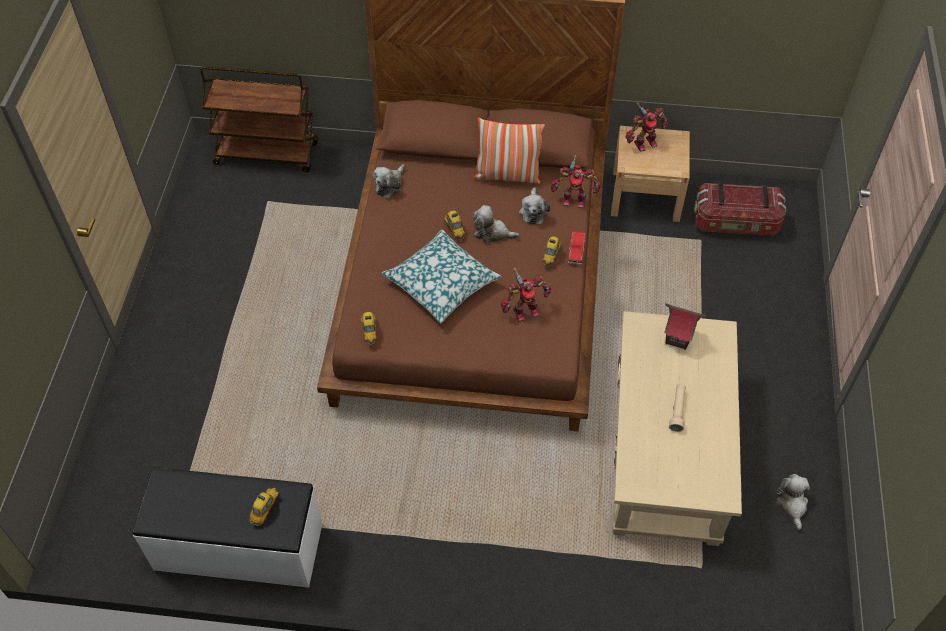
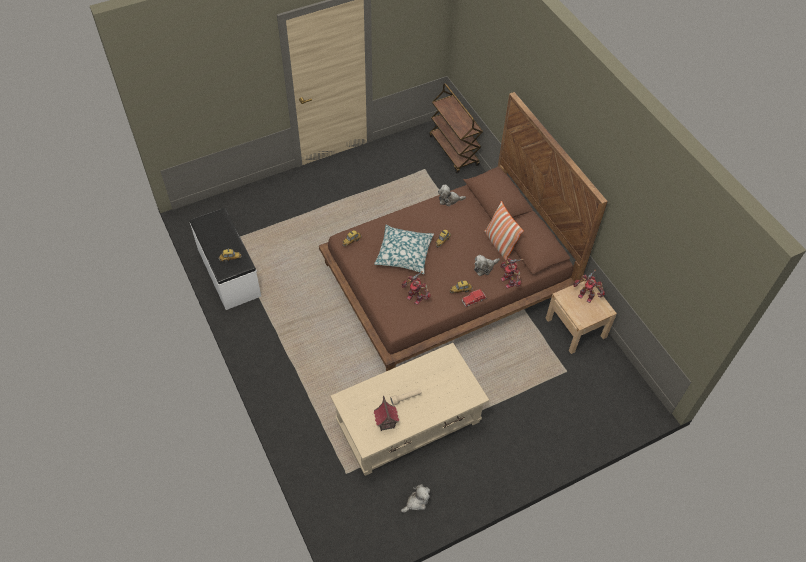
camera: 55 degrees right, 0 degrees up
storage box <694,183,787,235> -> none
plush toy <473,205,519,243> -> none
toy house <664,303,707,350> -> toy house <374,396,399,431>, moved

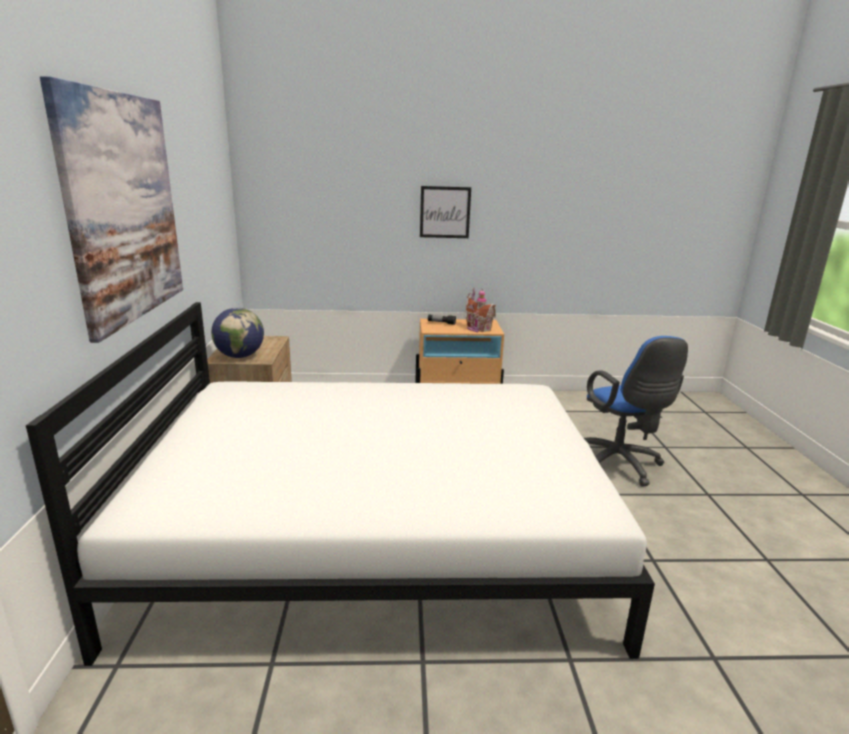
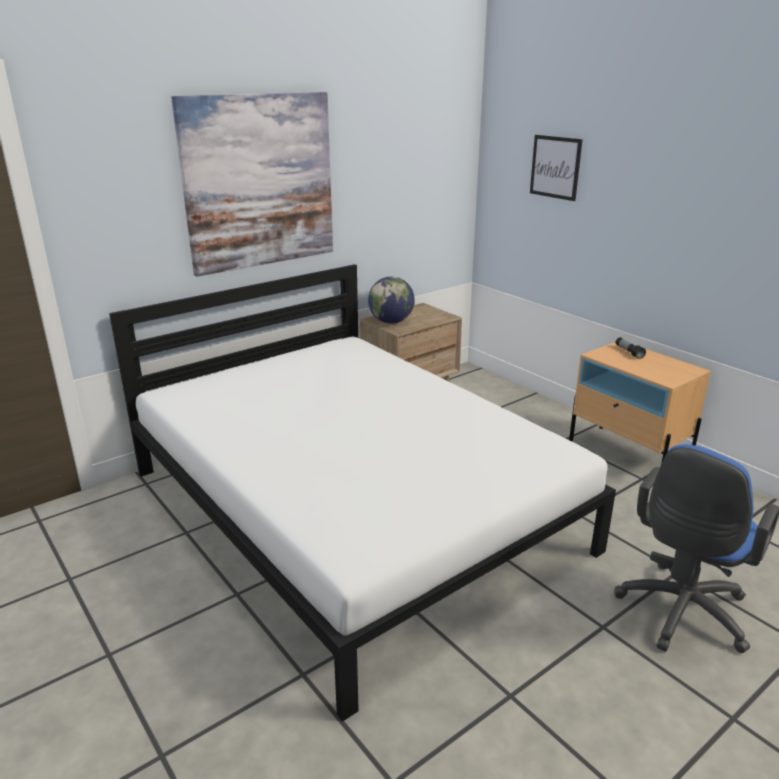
camera: 55 degrees right, 5 degrees up
picture <420,186,471,238> -> picture <530,135,583,201>, moved
toy house <465,288,496,332> -> none

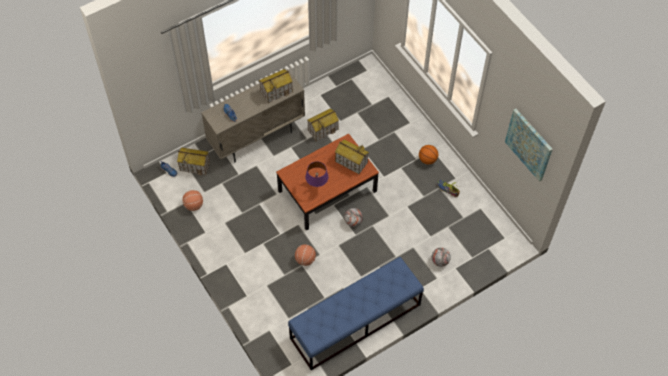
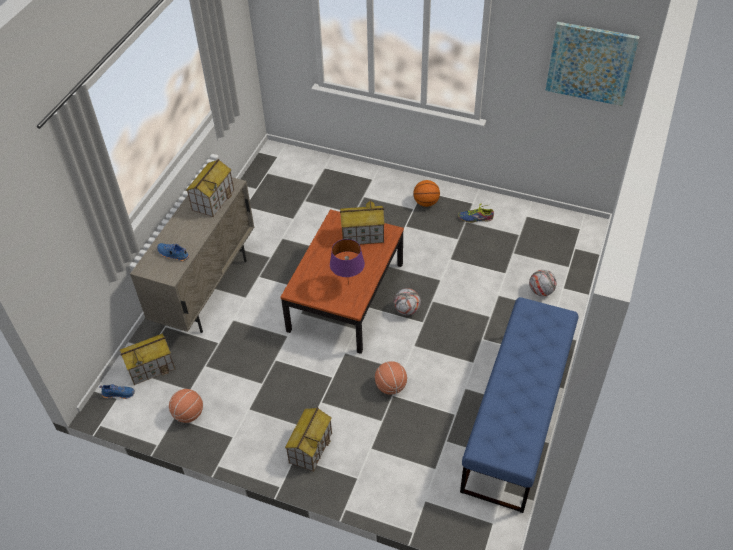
camera: 35 degrees left, 10 degrees down
toy house <307,109,339,141> -> toy house <285,407,332,472>, moved

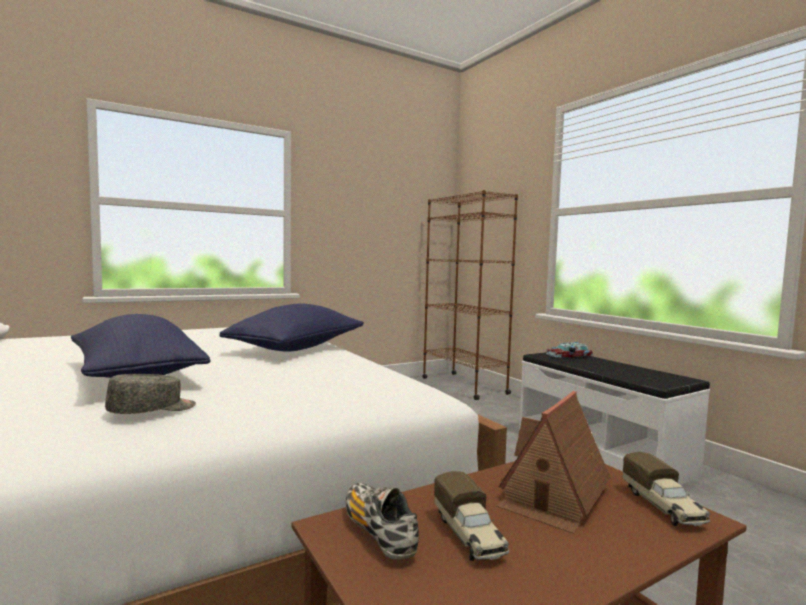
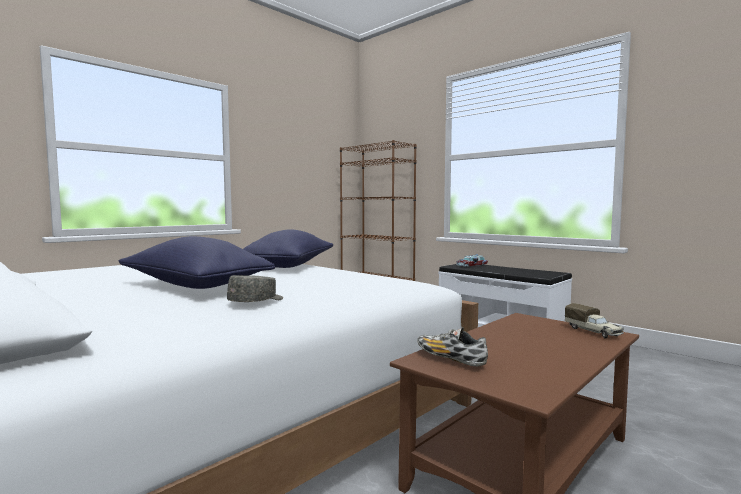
camera: 15 degrees left, 0 degrees up
toy house <496,391,611,534> -> none
toy truck <434,471,509,561> -> none

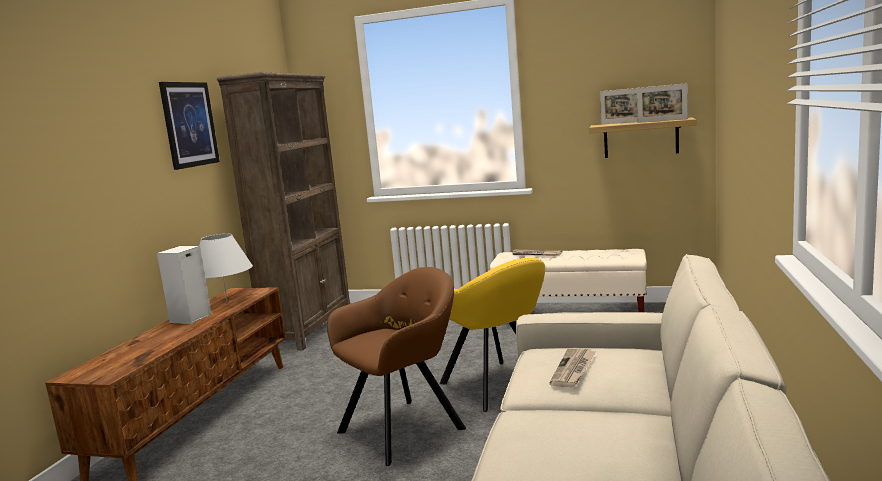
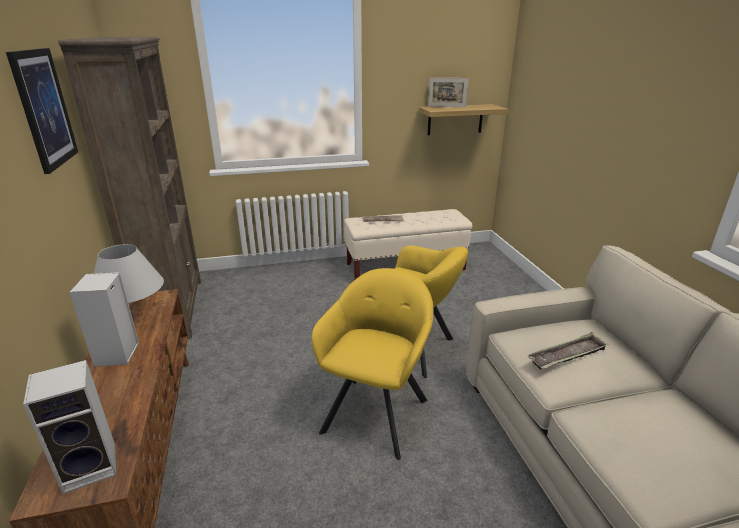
camera: 30 degrees left, 15 degrees up
picture frame <636,83,688,123> -> none
armchair/brown <327,267,466,466> -> armchair/yellow <312,268,434,460>
newspaper <549,348,596,387> -> tray <527,332,609,370>
none -> speaker <23,360,117,494>

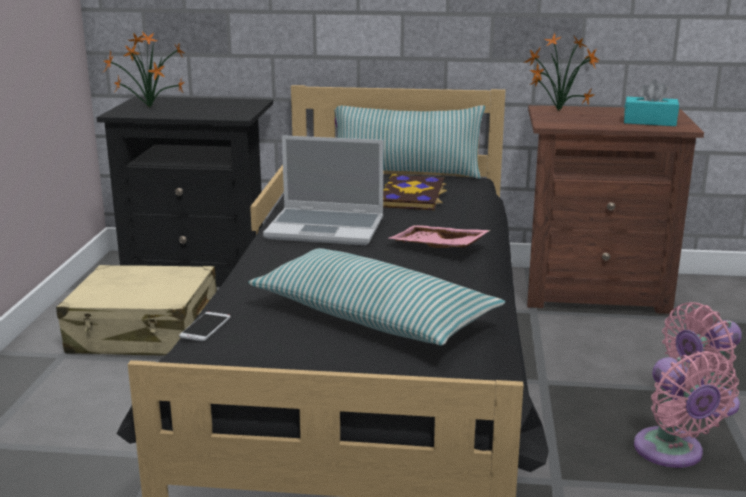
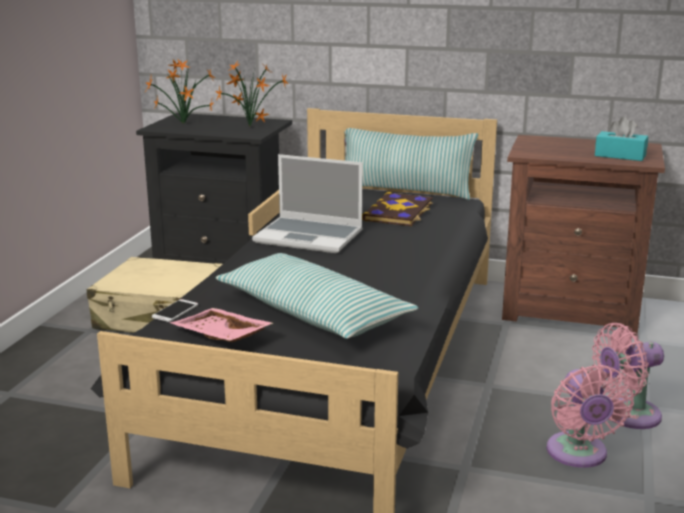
camera: 10 degrees right, 0 degrees up
potted plant <523,33,599,111> -> potted plant <216,60,289,127>, moved
tray/pink <389,225,491,248> -> tray/pink <170,308,273,342>, moved

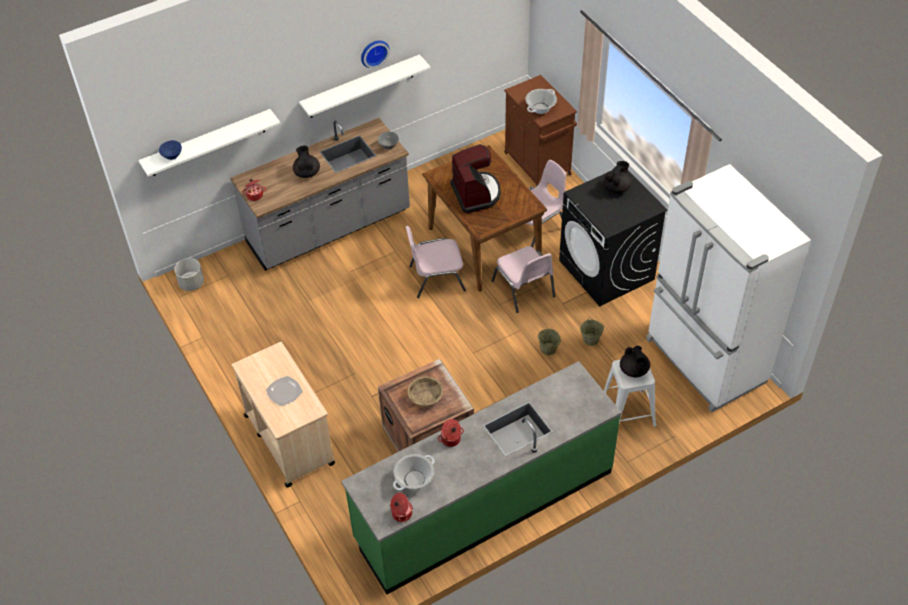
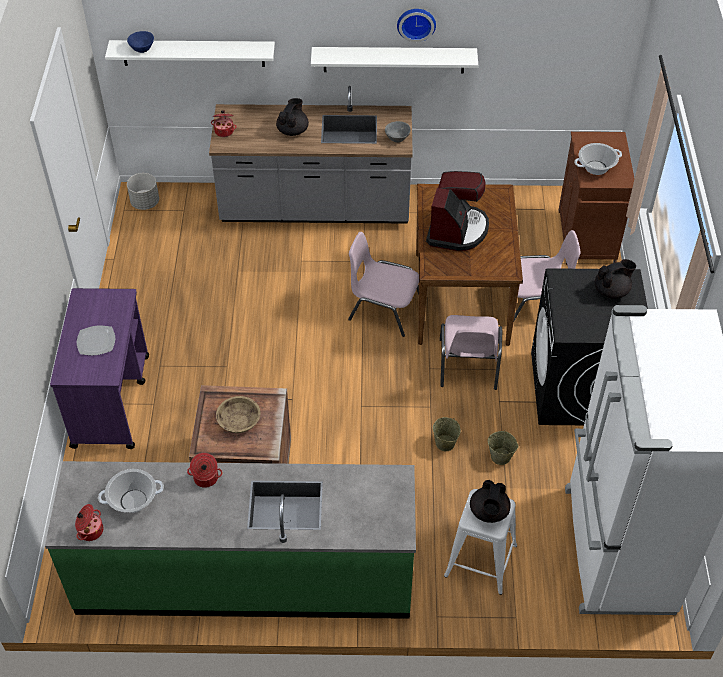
camera: 30 degrees right, 0 degrees up
cart/beige <232,342,335,487> -> cart/purple <50,288,149,449>

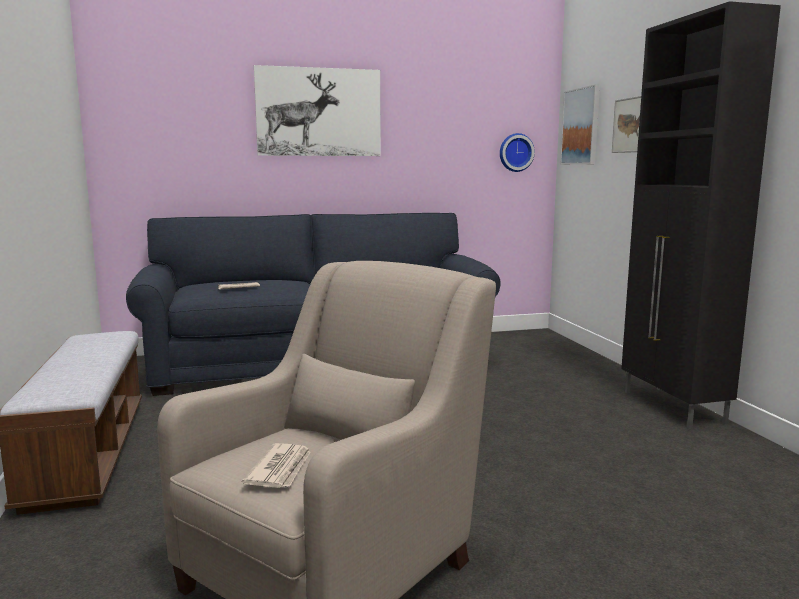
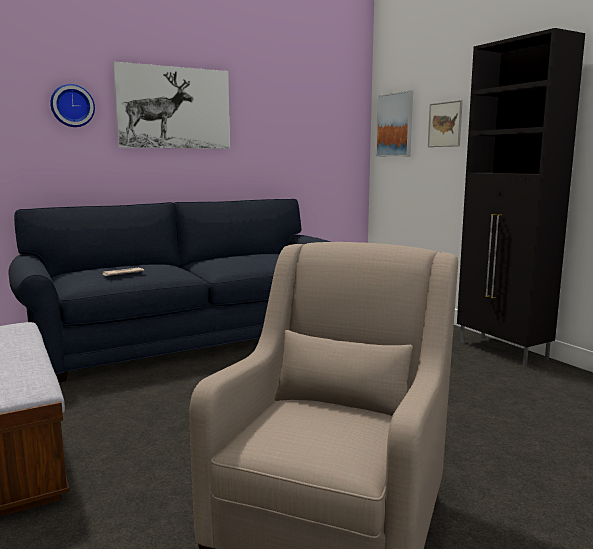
camera: 15 degrees left, 0 degrees up
wall clock <500,133,535,172> -> wall clock <50,84,95,127>, moved
newspaper <242,443,311,488> -> none

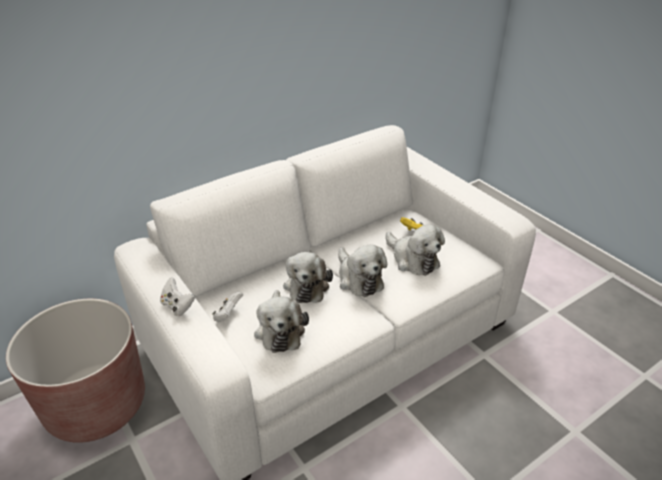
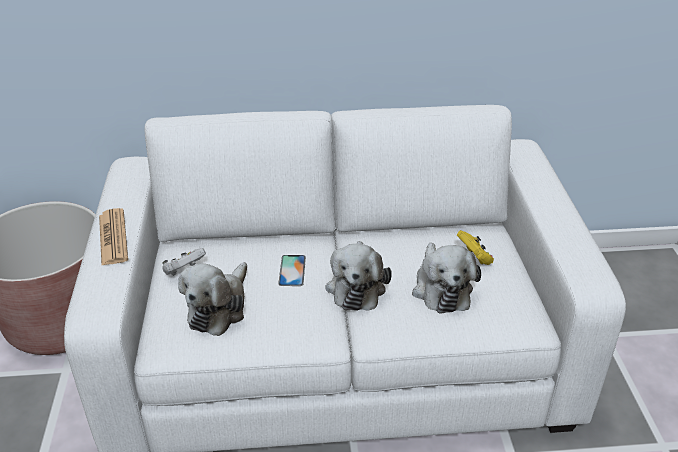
camera: 30 degrees right, 0 degrees up
plush toy <283,250,333,303> -> phone <278,255,306,286>
game controller/white <160,277,195,316> -> newspaper <99,208,128,266>

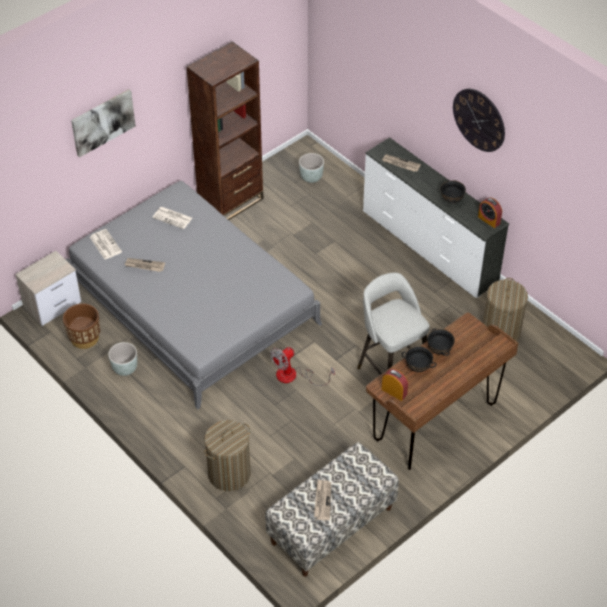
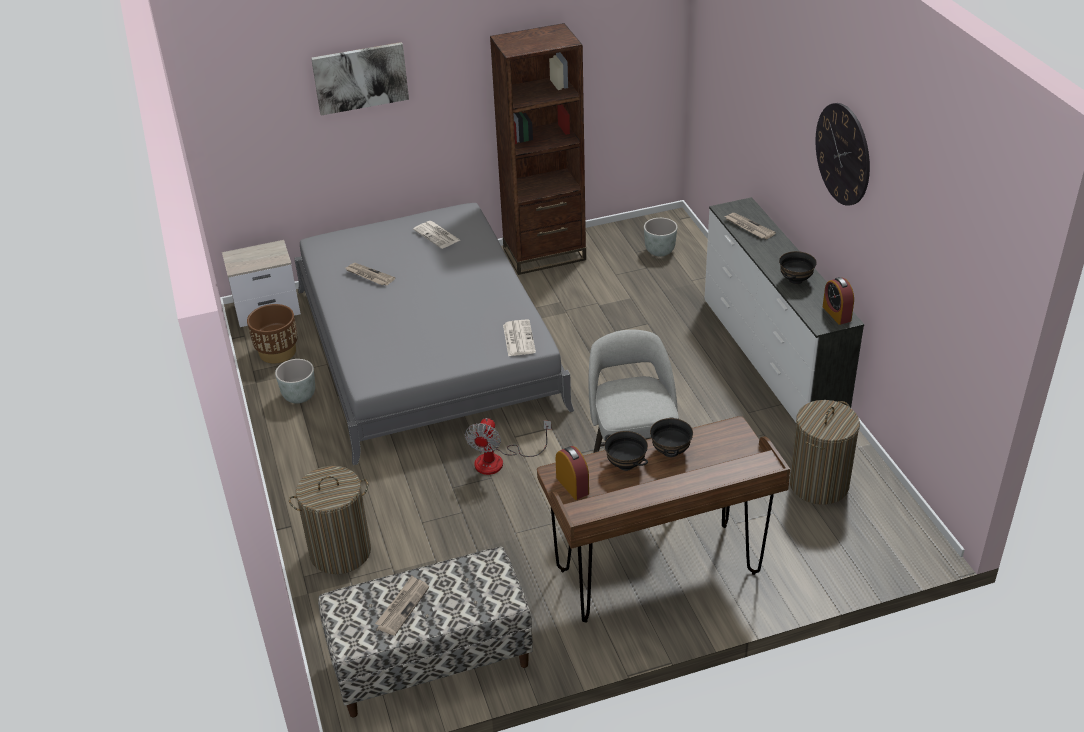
camera: 25 degrees right, 10 degrees down
newspaper <90,229,122,259> -> newspaper <503,319,536,356>, moved
fan <270,347,335,386> -> fan <465,418,551,475>, 60 degrees counterclockwise

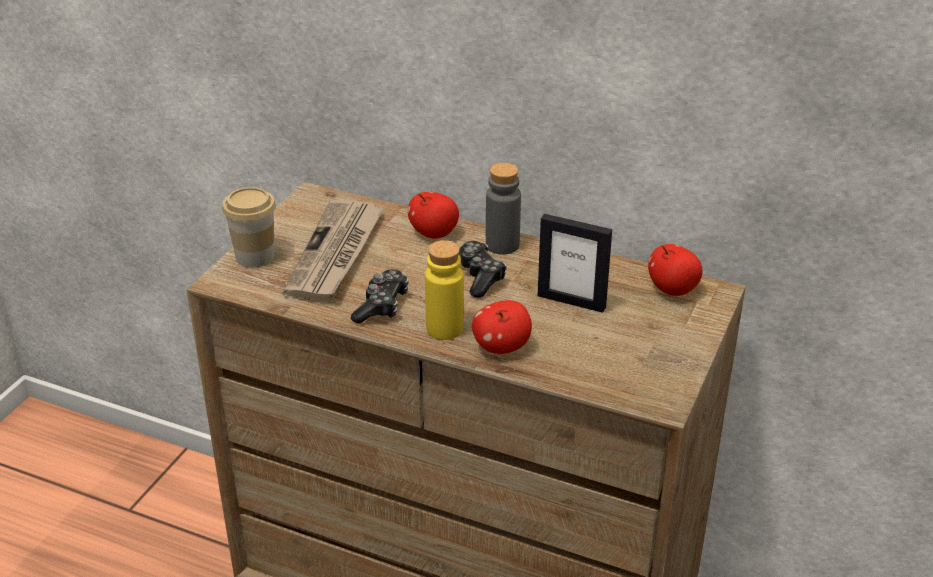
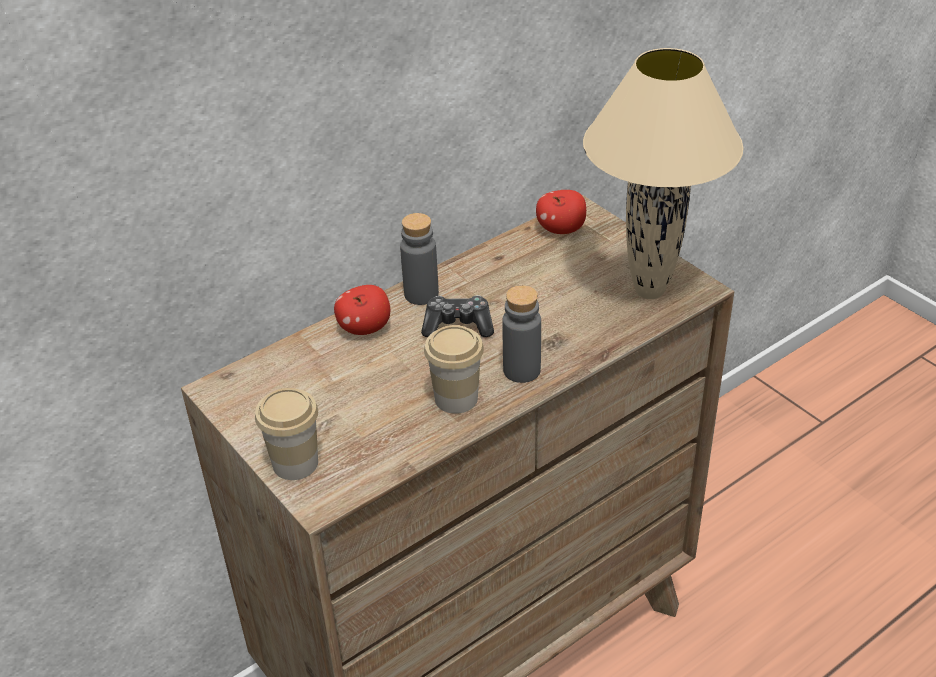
camera: 60 degrees left, 5 degrees up
newspaper <283,200,384,301> -> none
picture frame <538,214,612,313> -> none
bottle/yellow <425,240,464,340> -> bottle/grey <502,285,541,383>
game controller <351,269,409,324> -> cup <424,325,484,414>
apple <472,300,532,354> -> none
none -> table lamp/beige <583,48,744,299>

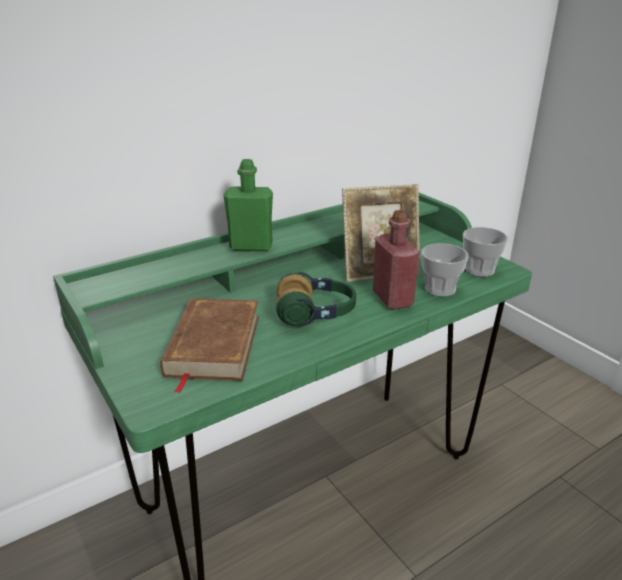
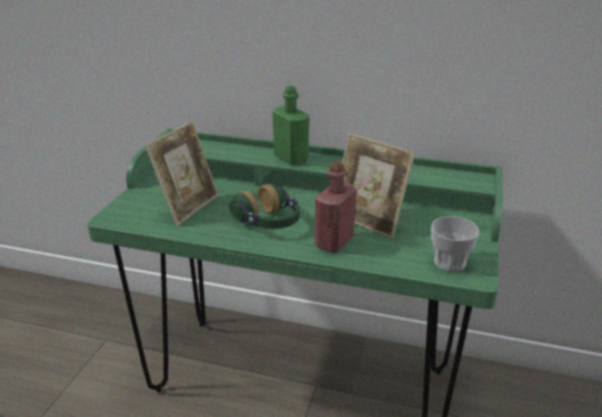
camera: 50 degrees right, 0 degrees up
cup <421,243,468,297> -> none
book/brown <160,298,259,393> -> picture frame <145,121,219,226>

